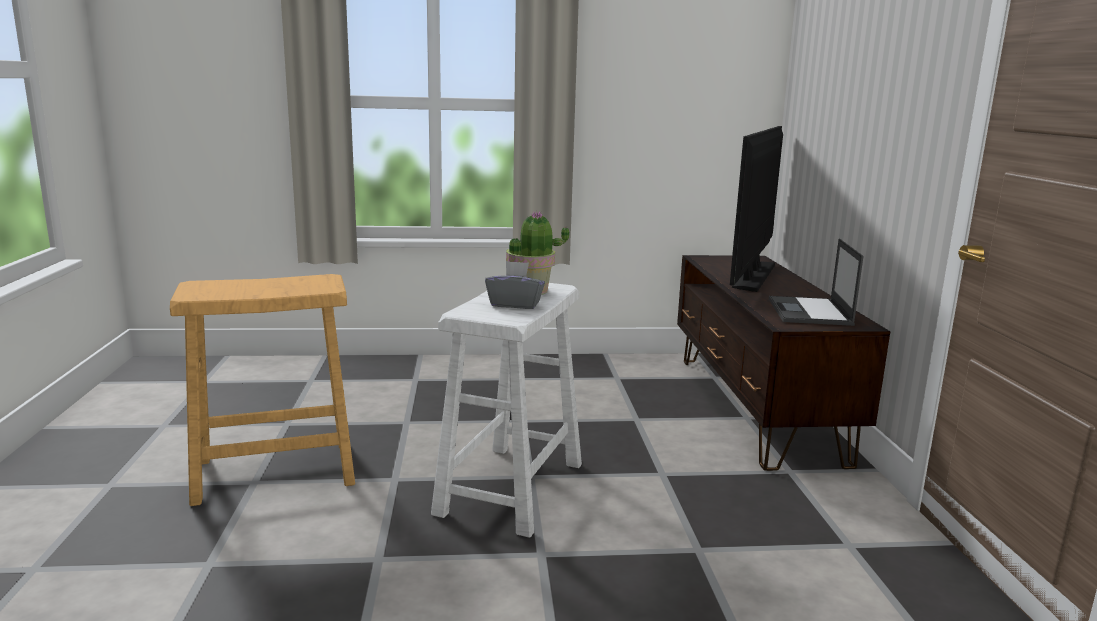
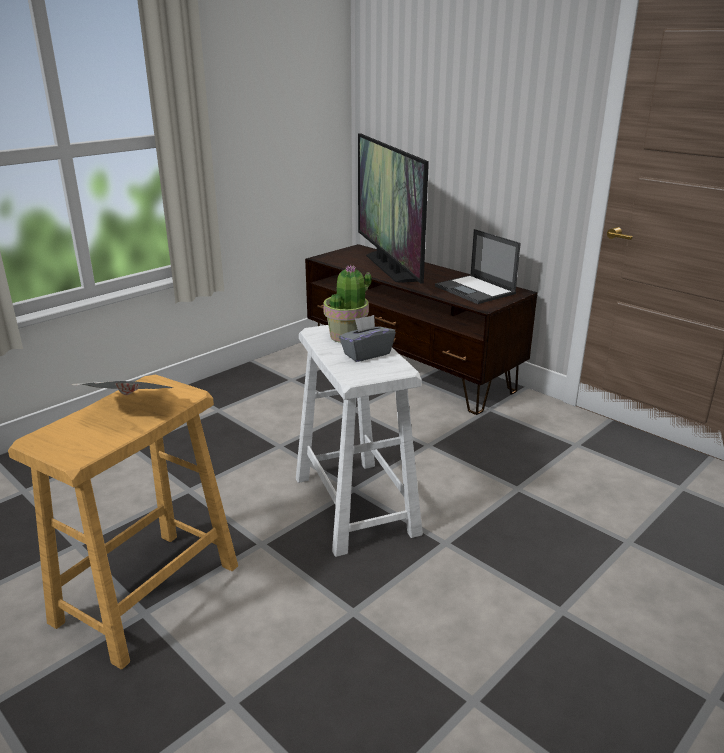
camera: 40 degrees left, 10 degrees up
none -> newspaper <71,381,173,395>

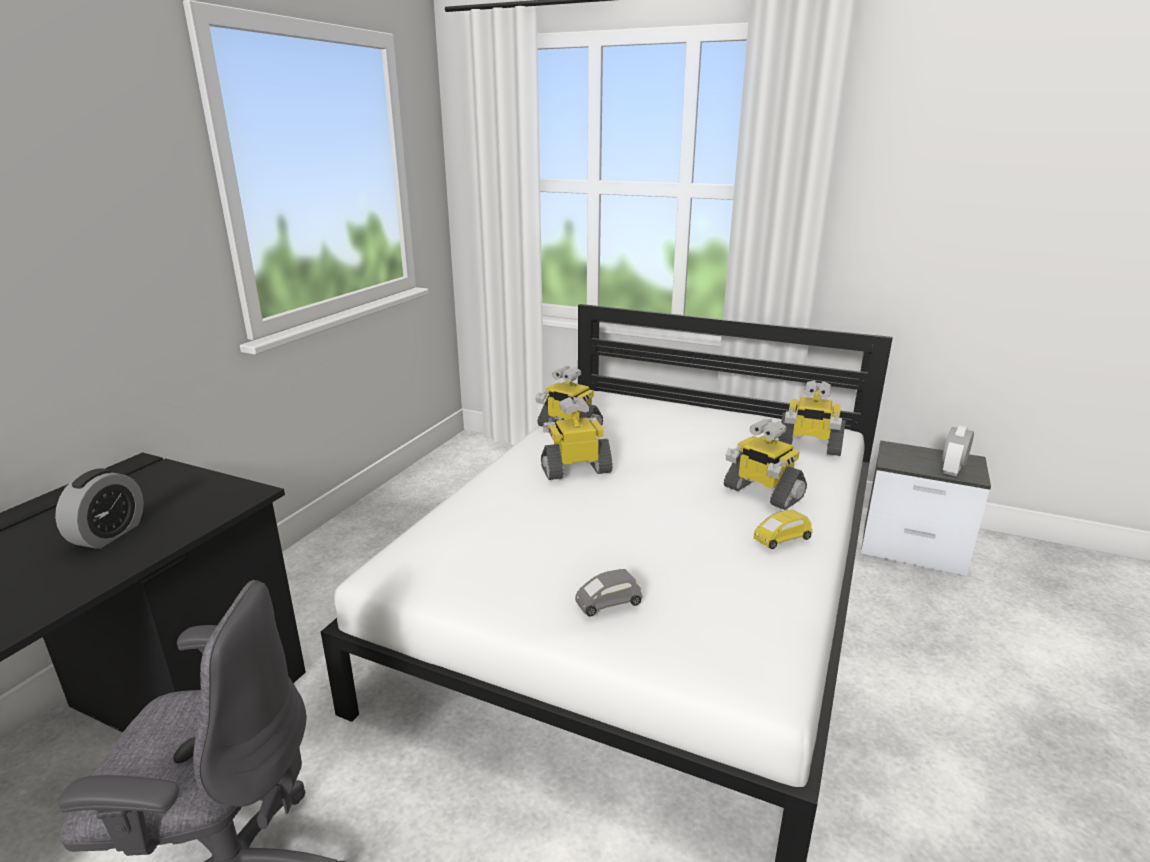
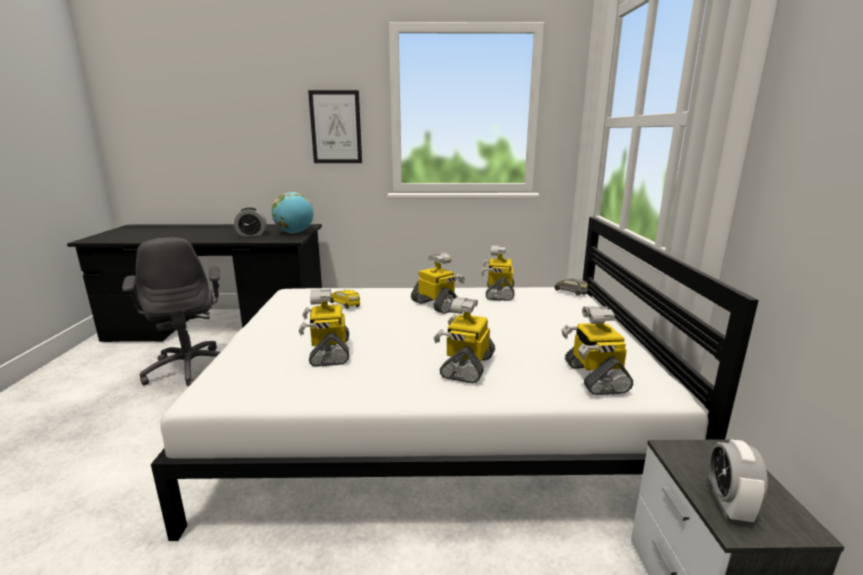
camera: 65 degrees right, 5 degrees down
alarm clock <942,425,974,476> -> alarm clock <709,439,768,522>, 90 degrees counterclockwise
toy car/yellow <754,510,812,549> -> toy car/yellow <330,290,360,309>, moved
toy car/grey <575,569,642,617> -> toy car/grey <554,279,588,296>, moved
none -> picture <308,90,362,163>
none -> globe <271,192,314,233>
none -> toy robot <299,289,349,367>

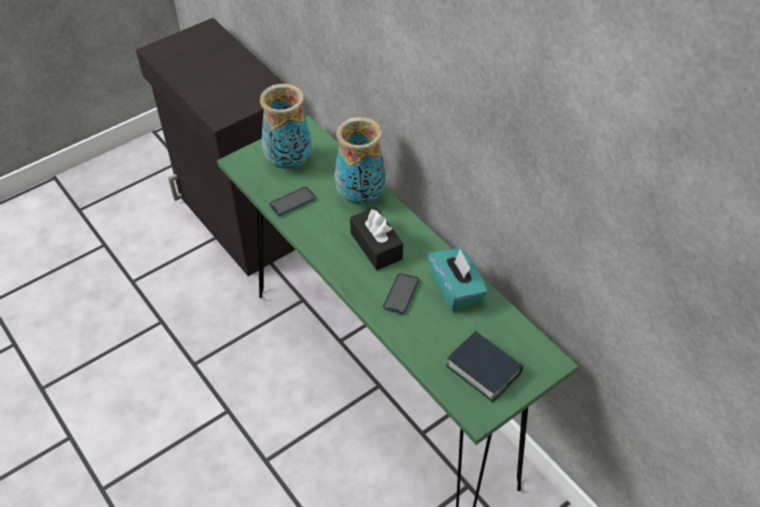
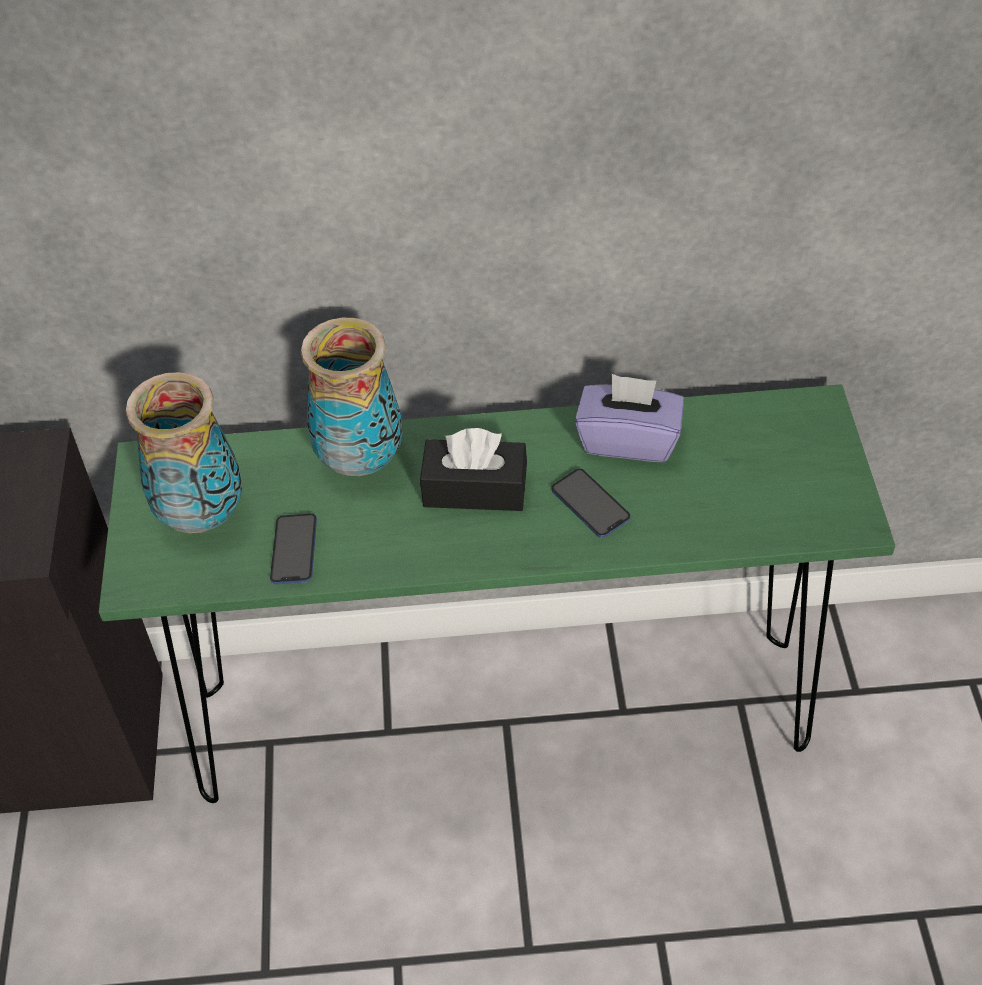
camera: 55 degrees left, 0 degrees up
tissue box/turquoise <428,248,488,311> -> tissue box/purple <575,374,684,462>
book <446,331,523,403> -> none

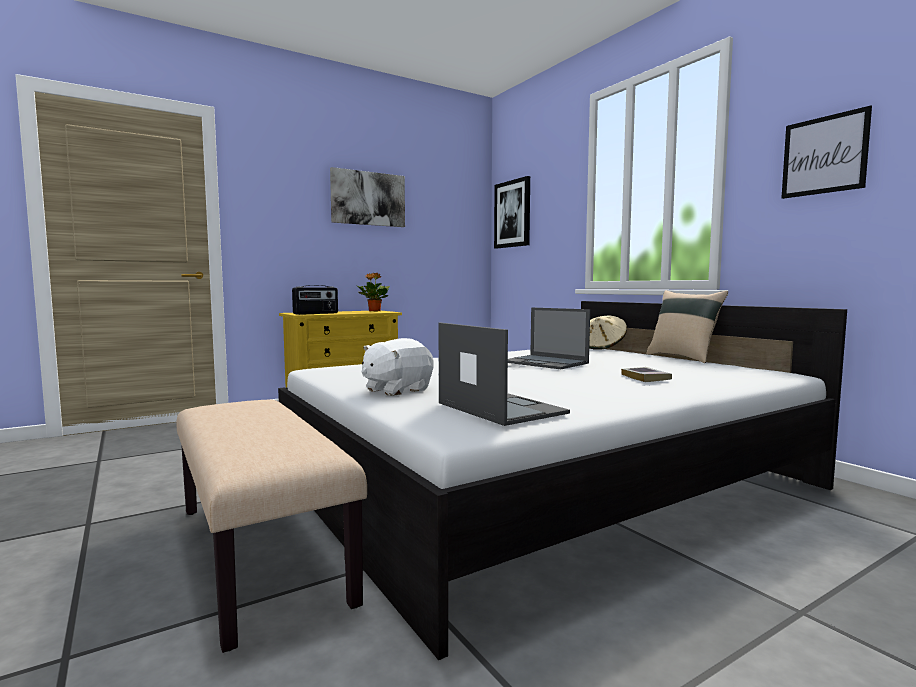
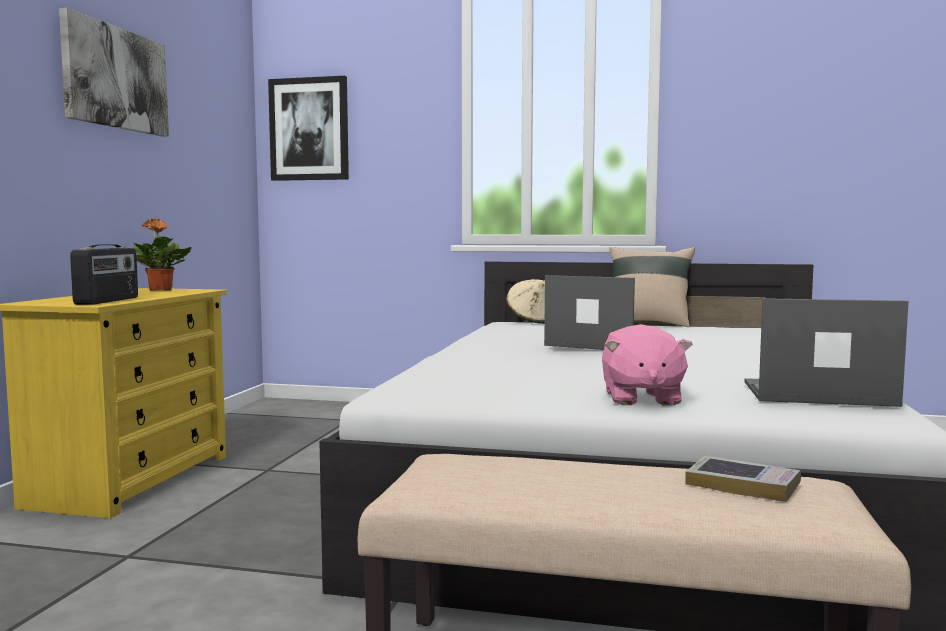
camera: 45 degrees left, 0 degrees up
picture <781,106,872,199> -> none
laptop <508,307,590,369> -> laptop <544,275,635,350>, 150 degrees counterclockwise
plush toy/white <362,338,434,396> -> plush toy/pink <602,324,693,406>
book <621,367,672,382> -> book <685,455,801,502>, moved

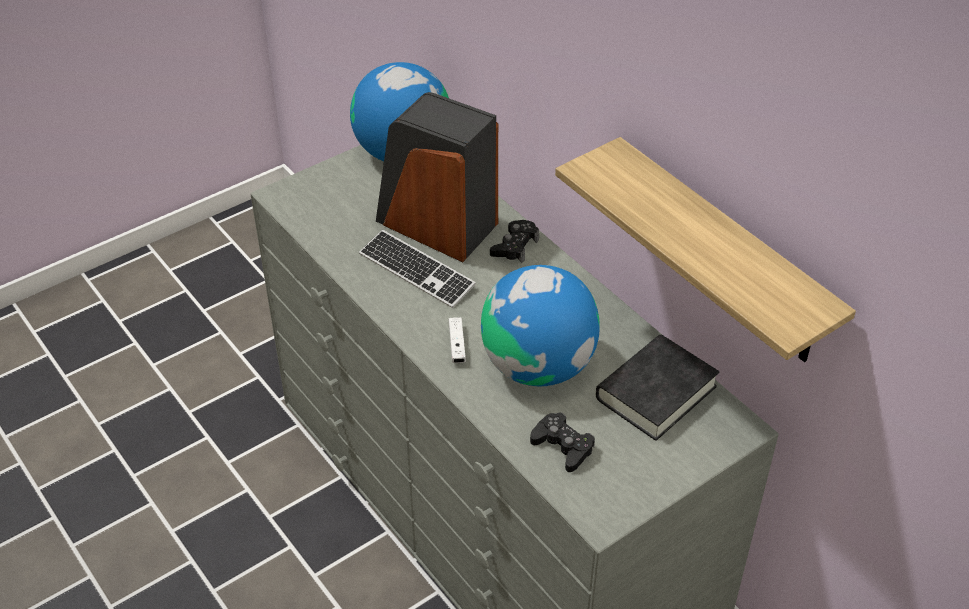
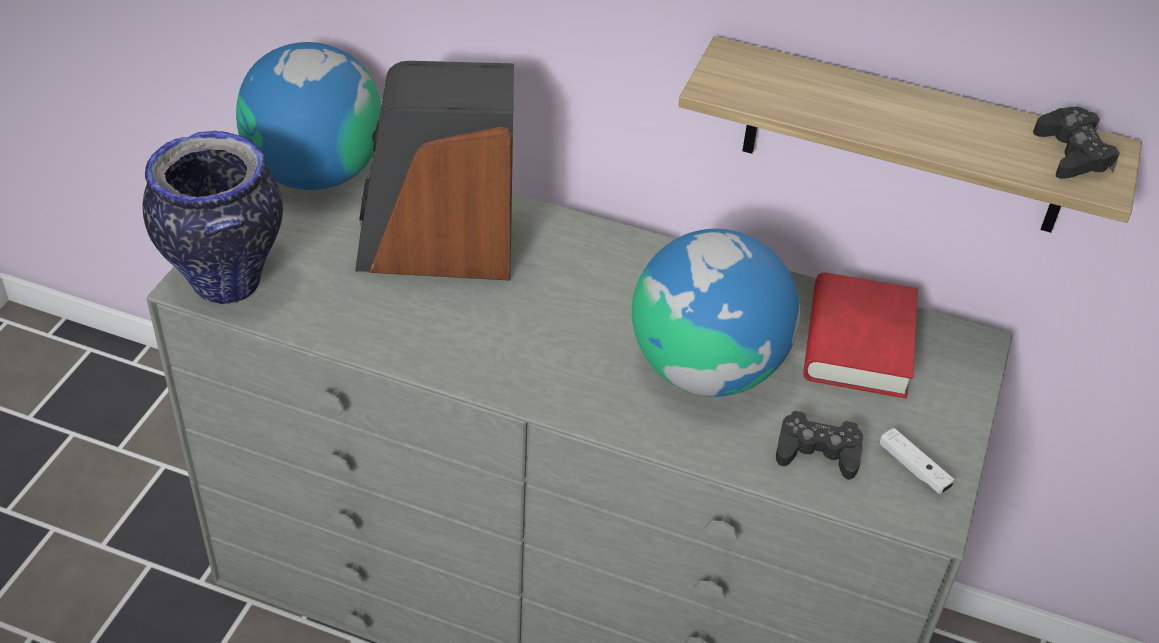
camera: 35 degrees left, 0 degrees up
game controller/black <490,220,539,263> -> game controller/black <1033,107,1120,179>, moved
keyboard <359,230,476,308> -> none
game controller/white <449,317,466,363> -> game controller/white <879,428,955,494>, moved
book/black <596,335,719,441> -> book/red <803,272,918,399>
none -> vase <142,131,283,304>

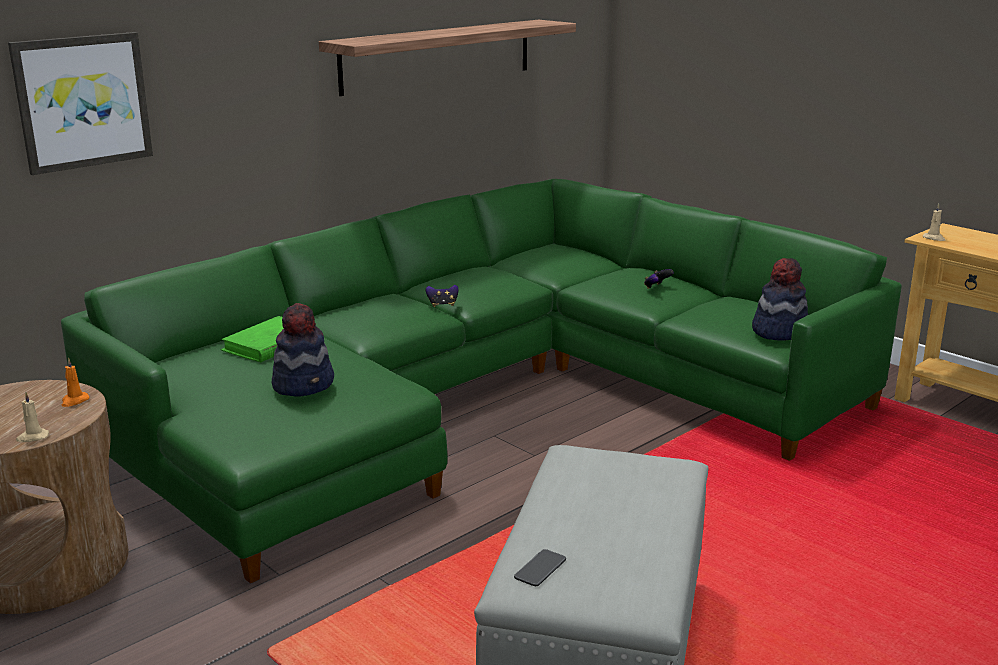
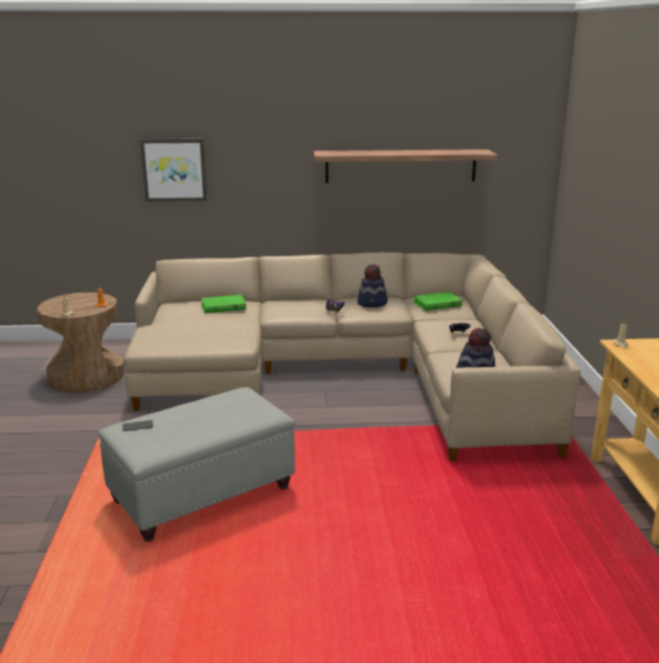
camera: 40 degrees right, 0 degrees up
sofa/green <61,179,902,583> -> sofa/beige <124,253,581,461>
hat <272,303,334,396> -> hat <357,264,388,308>, moved
none -> book/green <412,292,462,311>

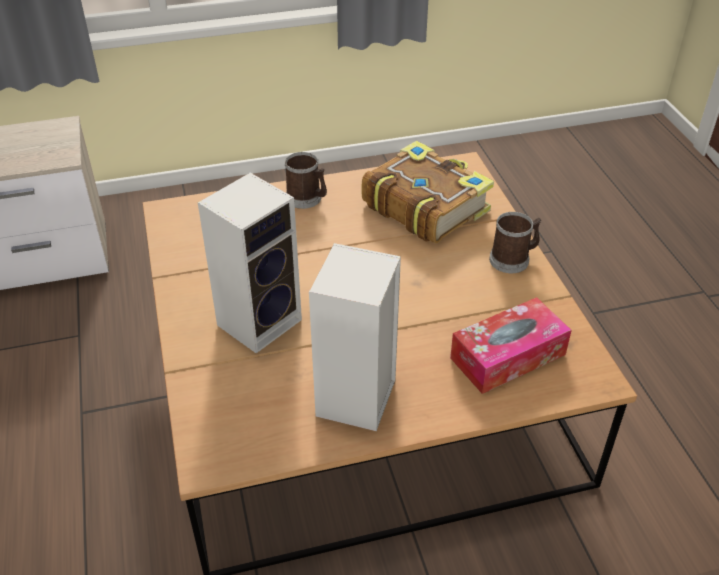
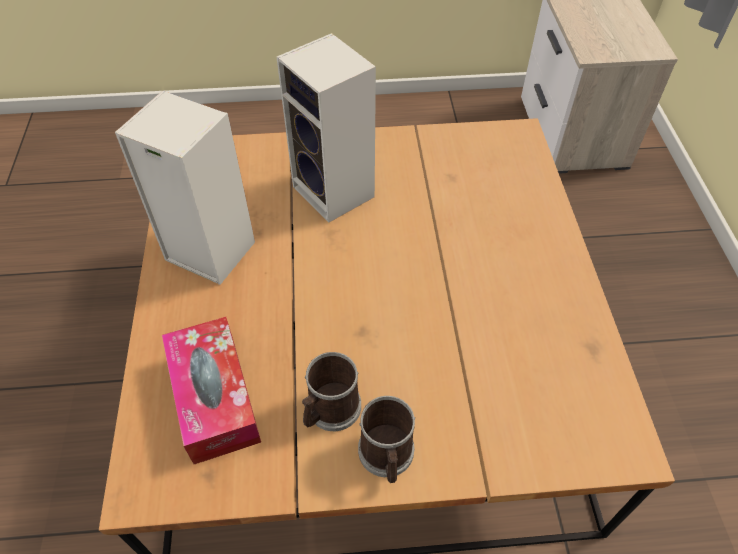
camera: 100 degrees right, 10 degrees up
book <362,141,494,243> -> none
mug <285,152,327,209> -> mug <302,352,361,431>, moved

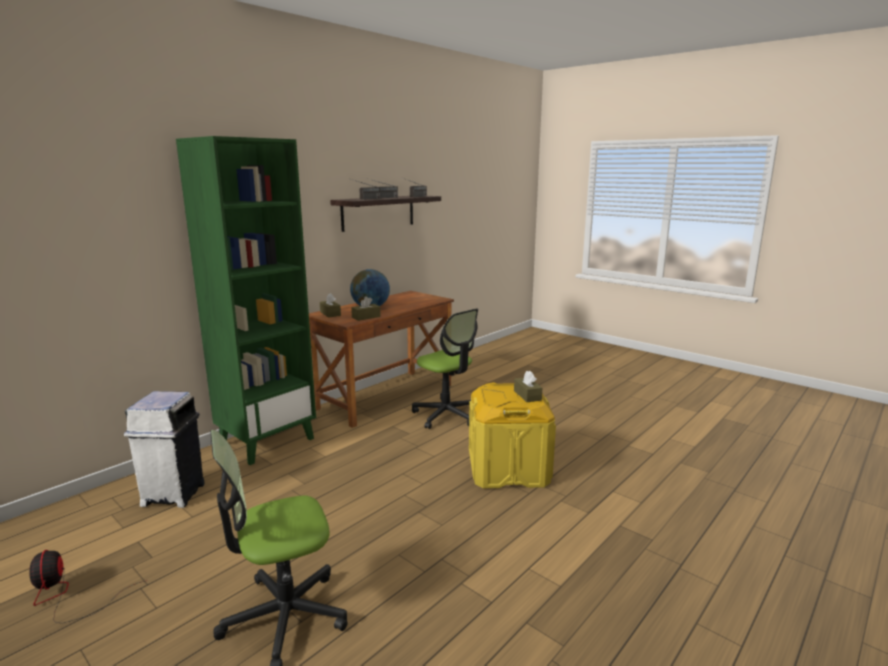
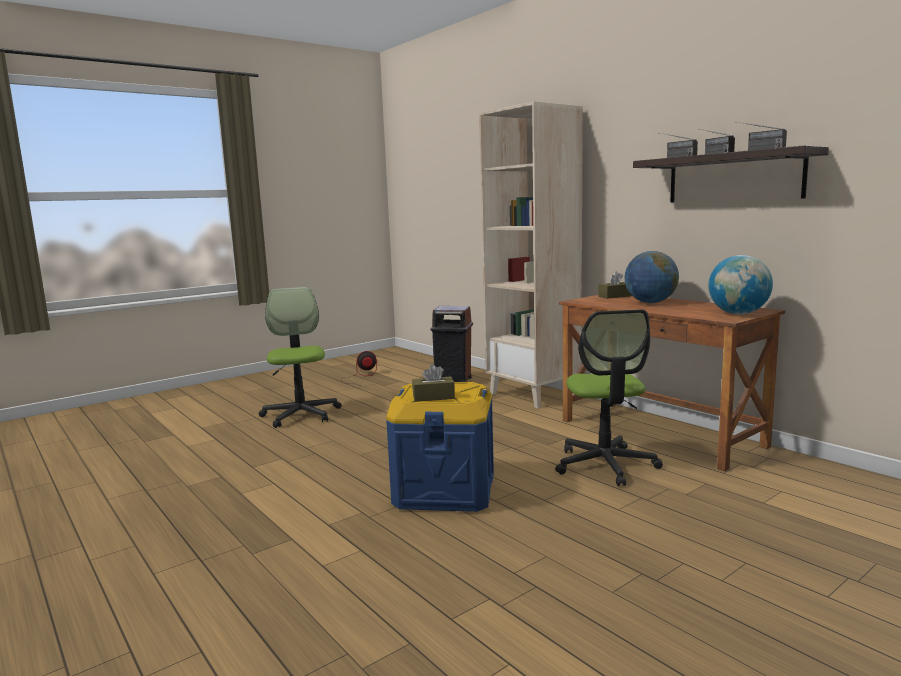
camera: 100 degrees right, 5 degrees down
bookcase/green <176,136,316,465> -> bookcase/beige <479,101,583,409>
tissue box/brown <351,296,381,321> -> none
office chair <412,308,478,429> -> office chair <555,309,663,486>, 60 degrees counterclockwise
storage box/yellow <469,382,556,488> -> storage box/blue <386,382,494,512>
trash can/white <124,391,205,508> -> trash can/brown <430,306,473,382>
none -> globe <708,255,773,314>

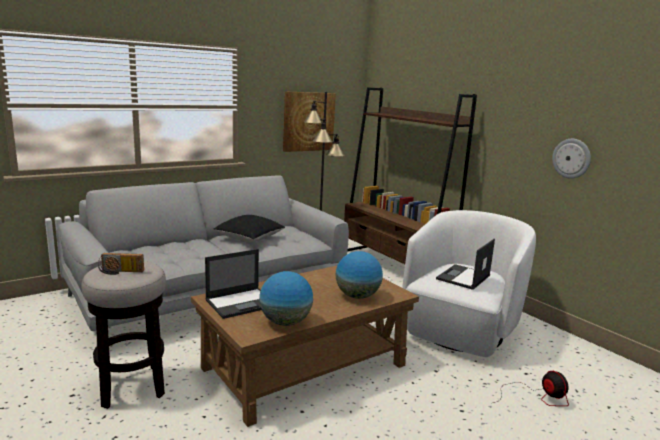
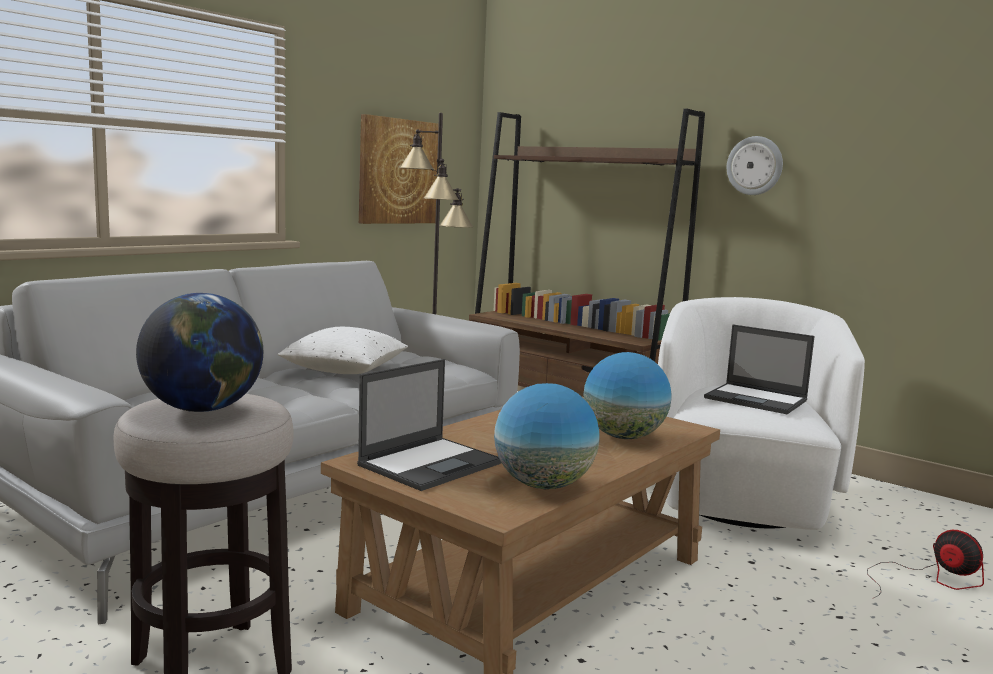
camera: 15 degrees left, 5 degrees down
wall clock <552,139,591,179> -> wall clock <727,136,783,195>, moved
pillow/black <213,215,285,242> -> pillow/white <277,327,408,374>
laptop <436,239,495,290> -> laptop <704,324,815,414>, 75 degrees counterclockwise
radio <98,253,144,275> -> globe <136,293,263,412>

